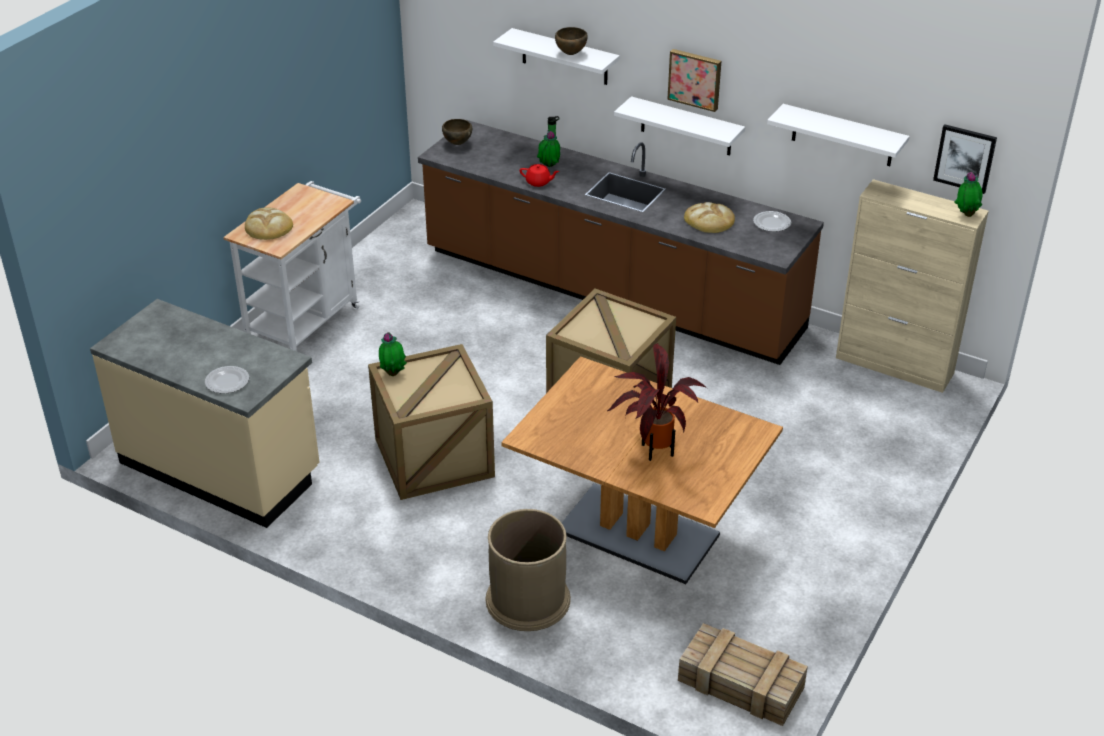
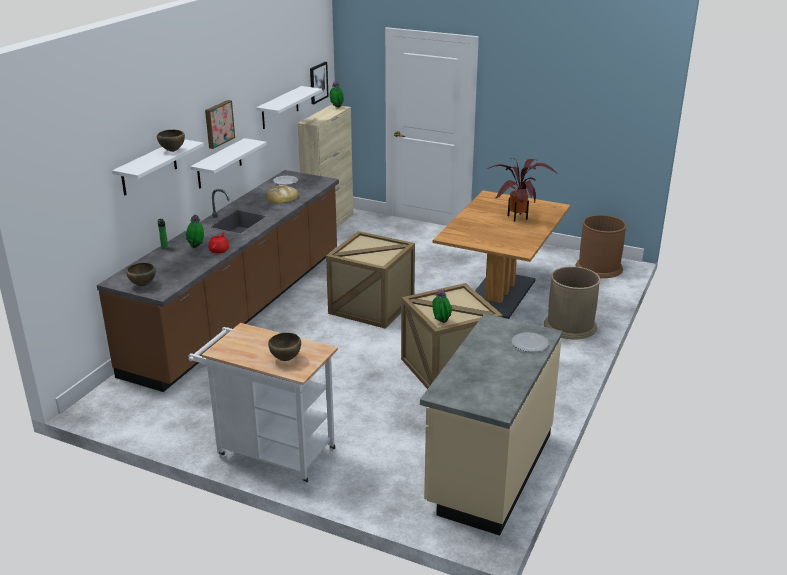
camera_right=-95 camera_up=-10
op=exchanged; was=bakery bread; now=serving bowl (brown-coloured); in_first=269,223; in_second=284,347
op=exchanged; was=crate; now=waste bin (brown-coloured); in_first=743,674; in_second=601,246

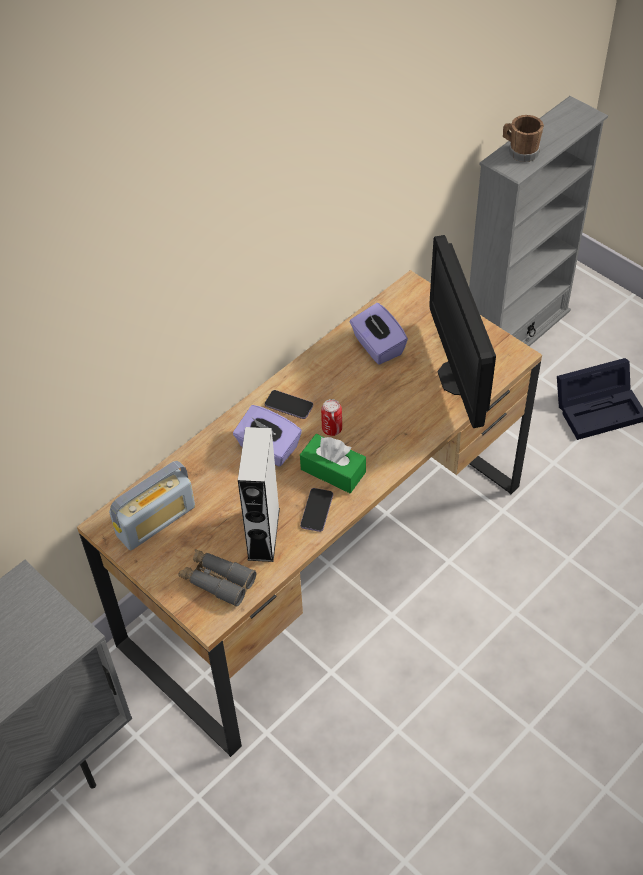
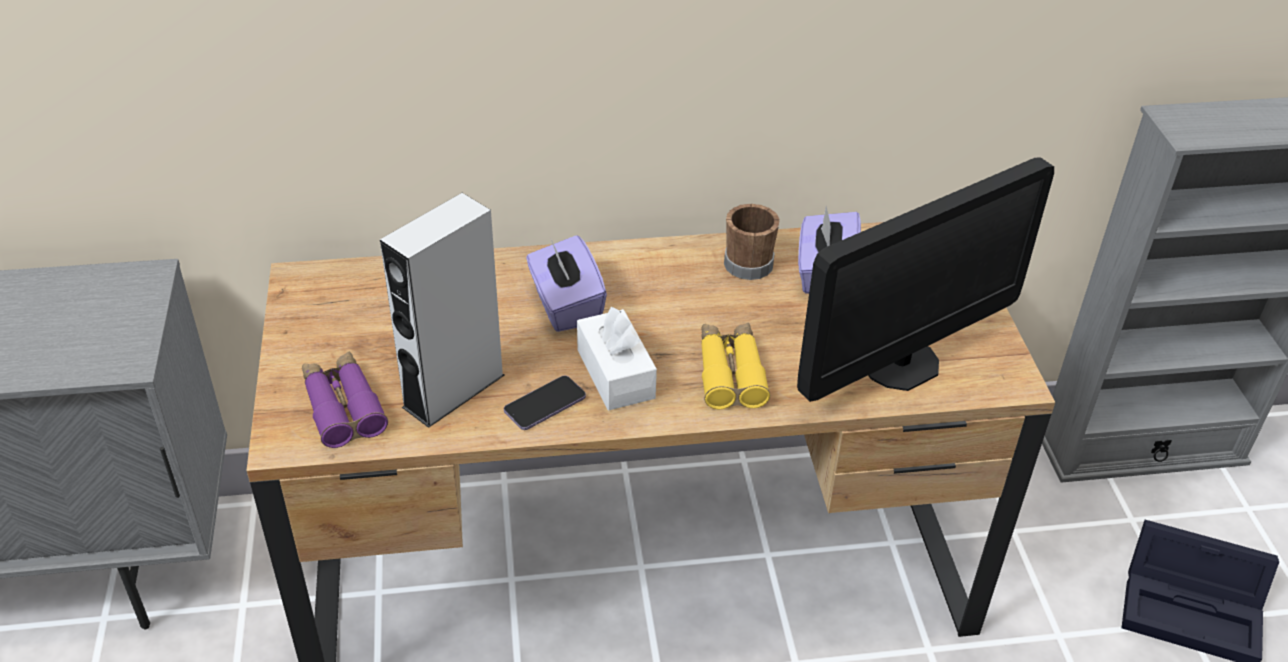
camera_right=35 camera_up=-10
op=missing; was=radio set; in_first=152,505
op=missing; was=phone; in_first=289,404
op=missing; was=metal can; in_first=331,417
op=appeared; now=pair of binoculars (yellowish); in_second=735,366
op=relocated; was=tea mug (brown-coloured); in_first=523,138; in_second=752,242
op=colour; was=pair of binoculars (gray); now=pair of binoculars (purplish); in_first=217,578; in_second=345,400
op=colour; was=box of tissues (green); now=box of tissues (white); in_first=333,463; in_second=617,359
op=spun; was=monitor; in_first=463,331; in_second=925,279; clockwise=-150

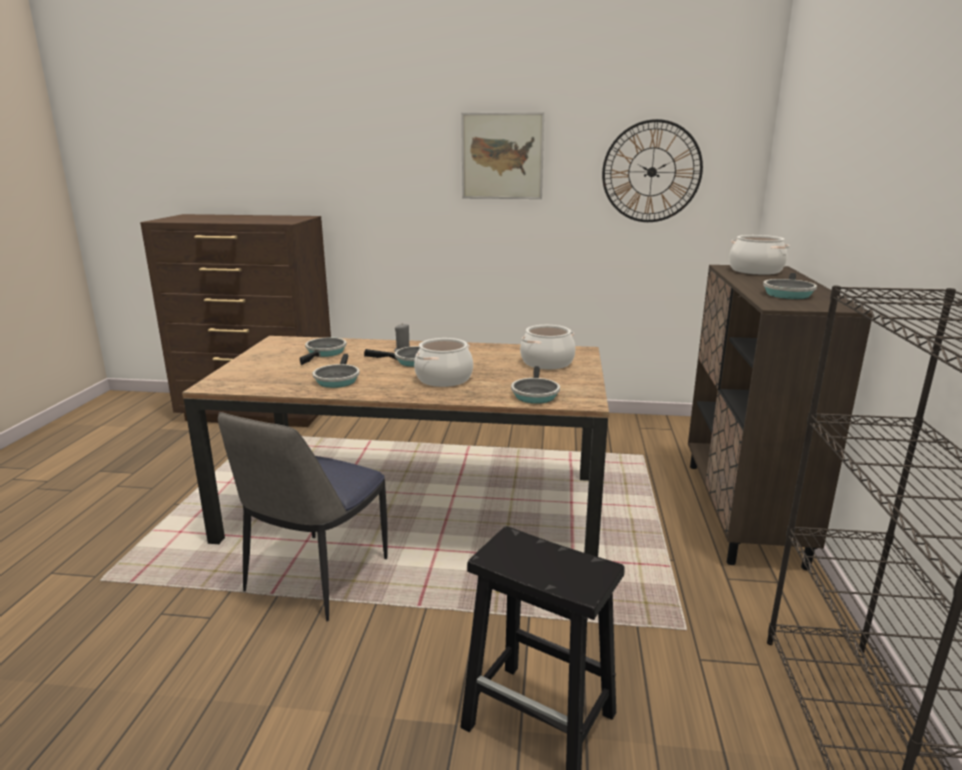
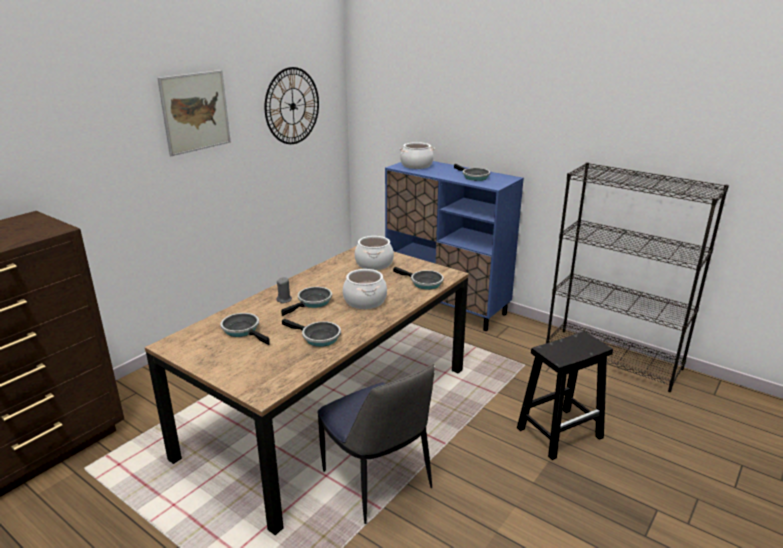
camera_right=-60 camera_up=5
op=colour; was=storage cabinet (brown-coloured); now=storage cabinet (blue-coloured); in_first=780,418; in_second=454,246

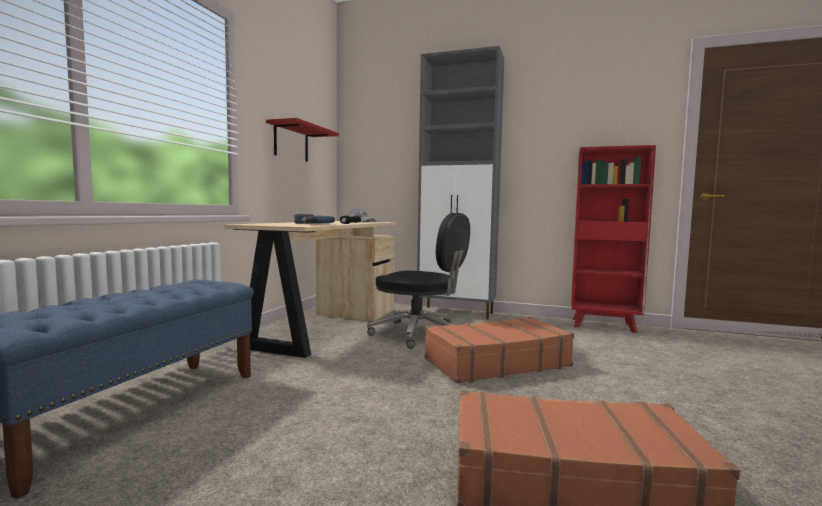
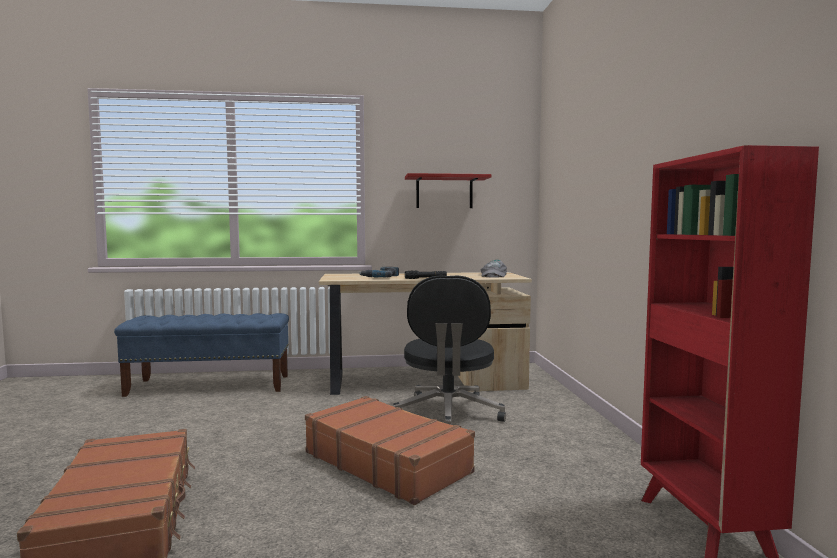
camera_right=65 camera_up=0
op=missing; was=storage cabinet (gray); in_first=460,183

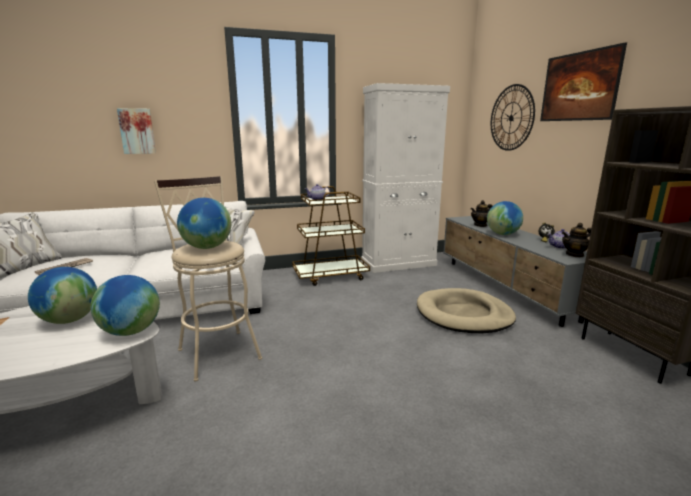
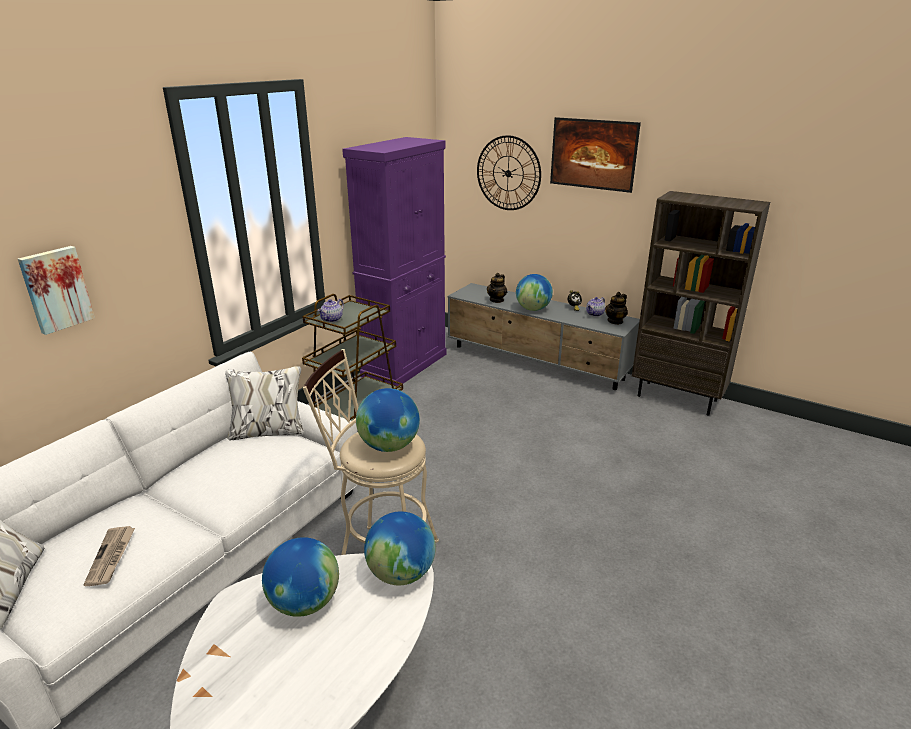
camera_right=-40 camera_up=10
op=missing; was=dog bed (beige-coloured); in_first=466,310
op=colour; was=storage cabinet (white); now=storage cabinet (purplish); in_first=405,178; in_second=394,261

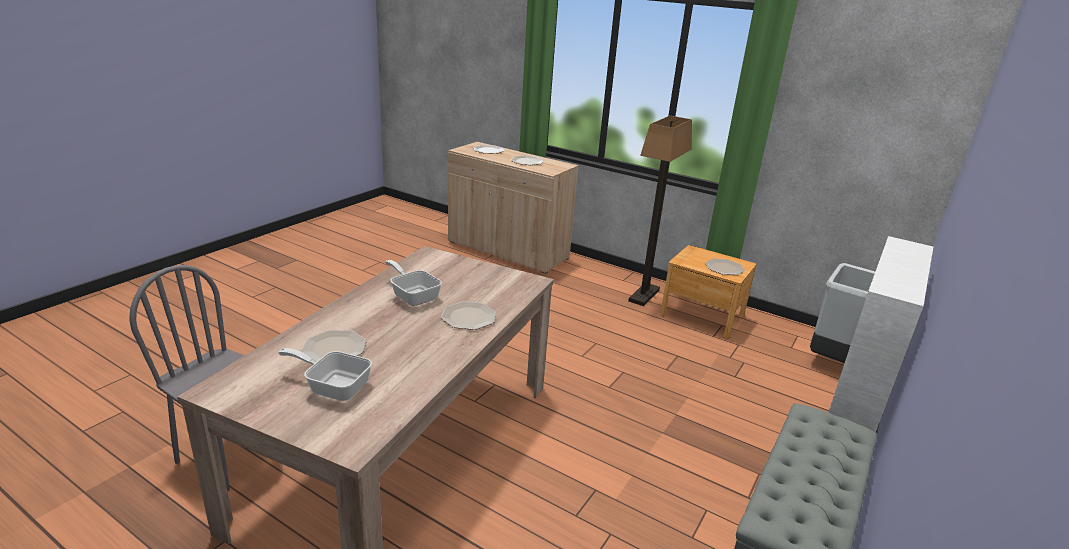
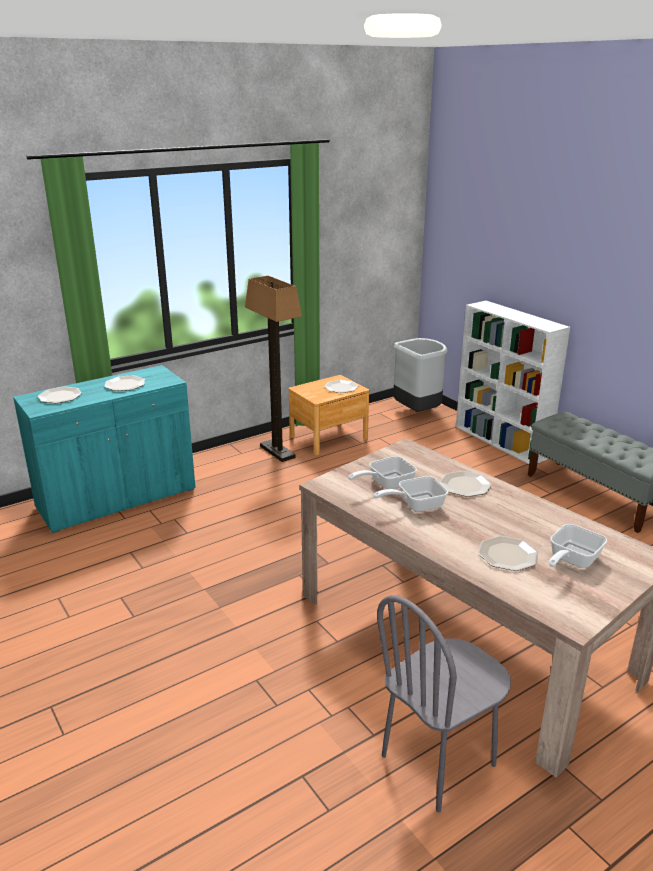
camera_right=-65 camera_up=0
op=appeared; now=pan; in_second=382,472
op=colour; was=storage cabinet (beige-coloured); now=storage cabinet (turquoise-coloured); in_first=513,208; in_second=104,449

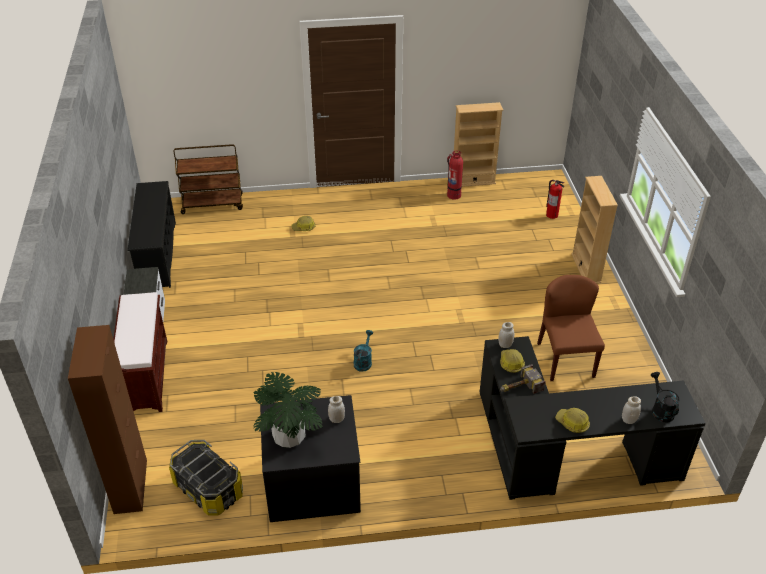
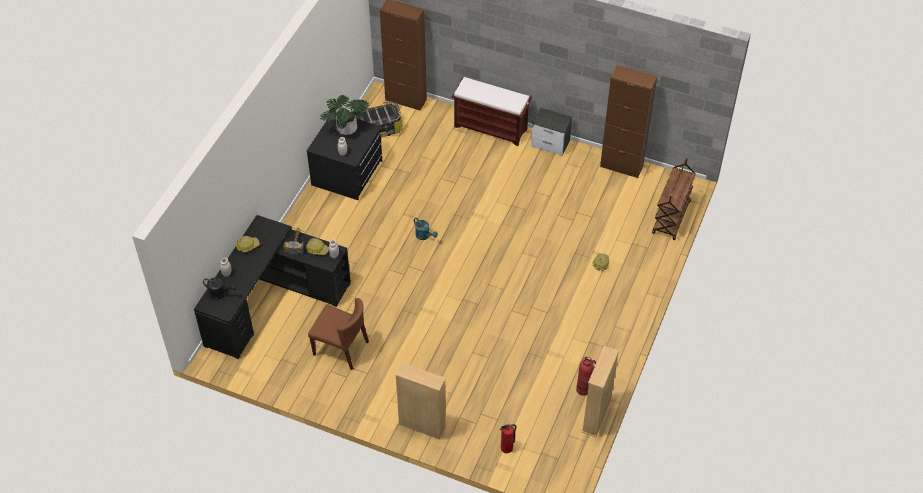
camera_right=120 camera_up=10
op=exchanged; was=shoe stand (black-coloured); now=storage cabinet (brown-coloured); in_first=151,234; in_second=628,121

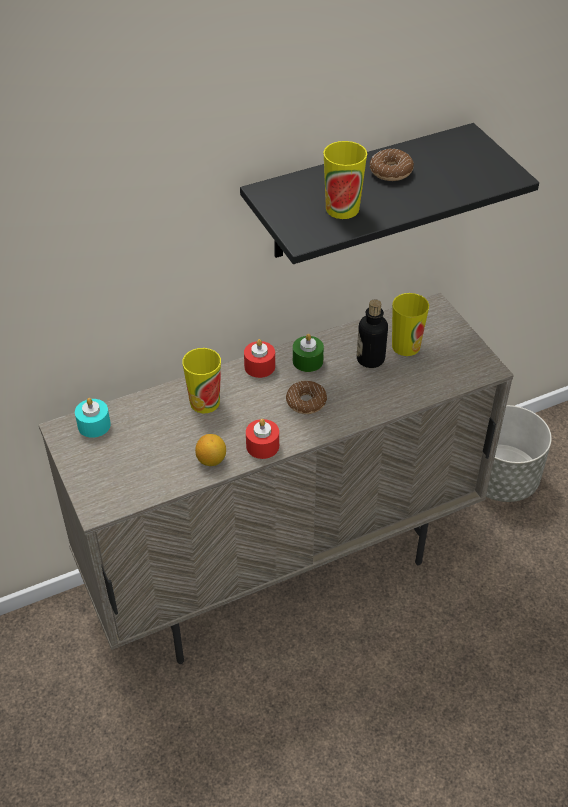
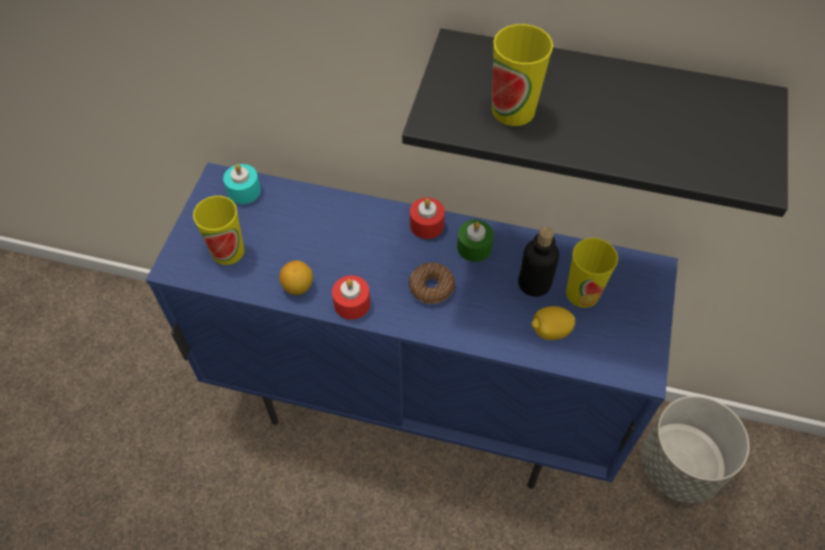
camera_right=40 camera_up=10
op=missing; was=ring doughnut; in_first=392,164
op=appeared; now=lemon; in_second=554,323
op=relocated; was=small cup; in_first=201,380; in_second=218,230
op=colour; was=storage cabinet (beige-coloured); now=storage cabinet (blue-coloured); in_first=276,478; in_second=412,326

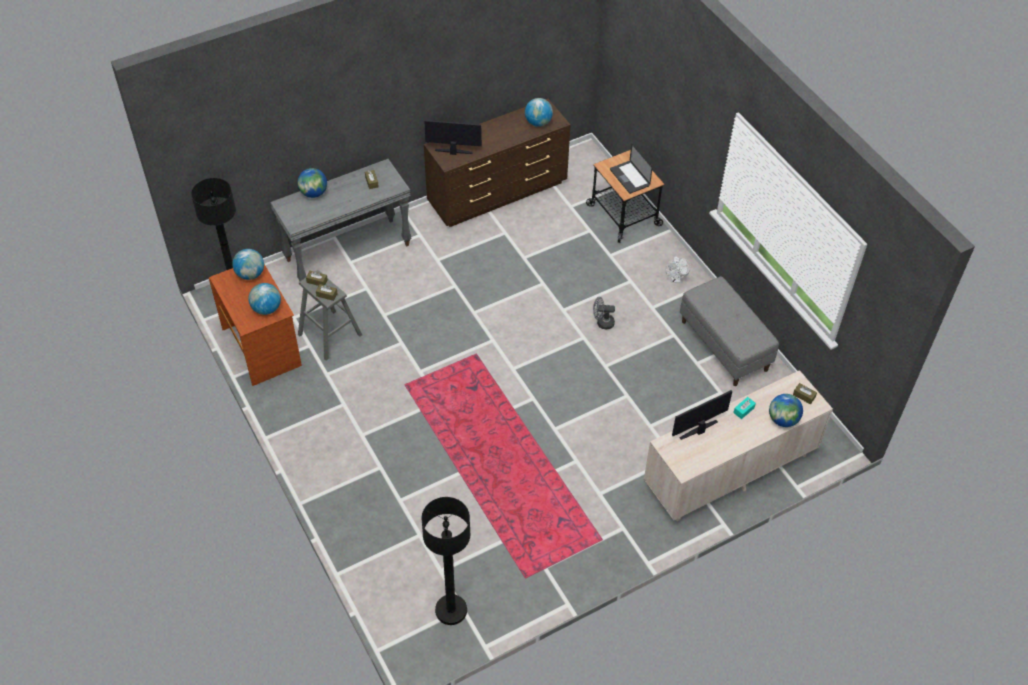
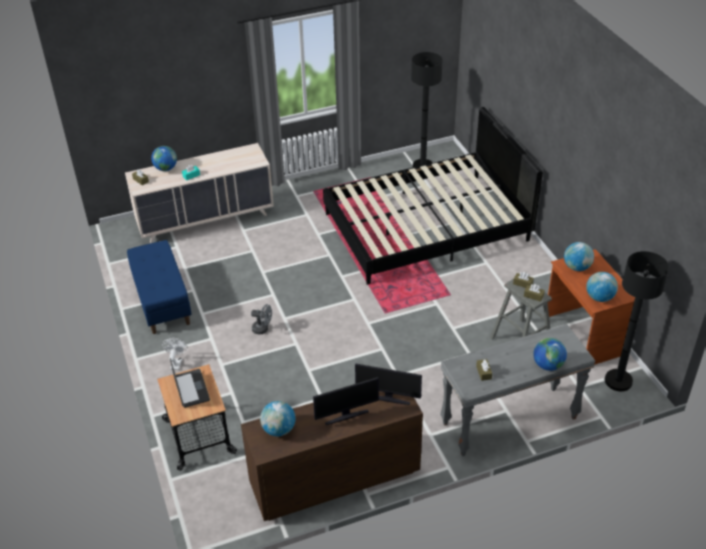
camera_right=-170 camera_up=-10
op=appeared; now=bedroom bed (black-coloured); in_second=433,196
op=relocated; was=monitor; in_first=702,415; in_second=346,401
op=colour; was=indoor bench (gray); now=indoor bench (blue-coloured); in_first=729,331; in_second=159,287

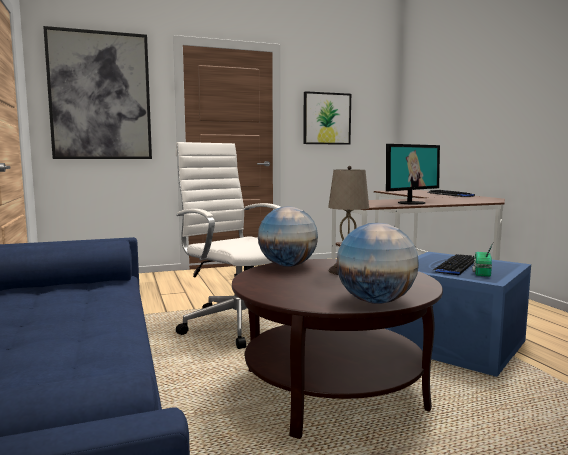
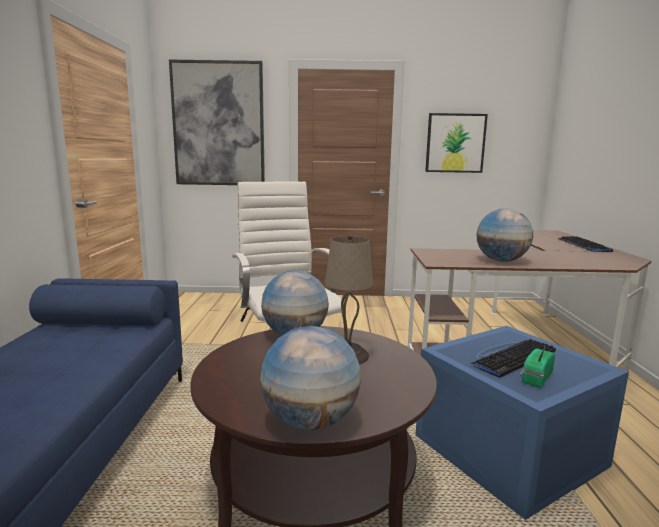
camera_right=20 camera_up=5
op=exchanged; was=monitor; now=world globe; in_first=413,174; in_second=505,235

